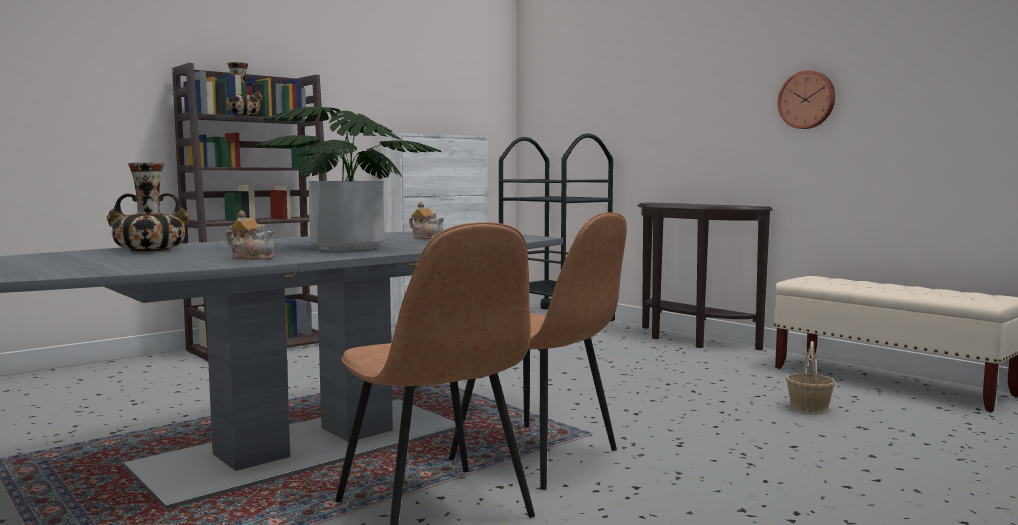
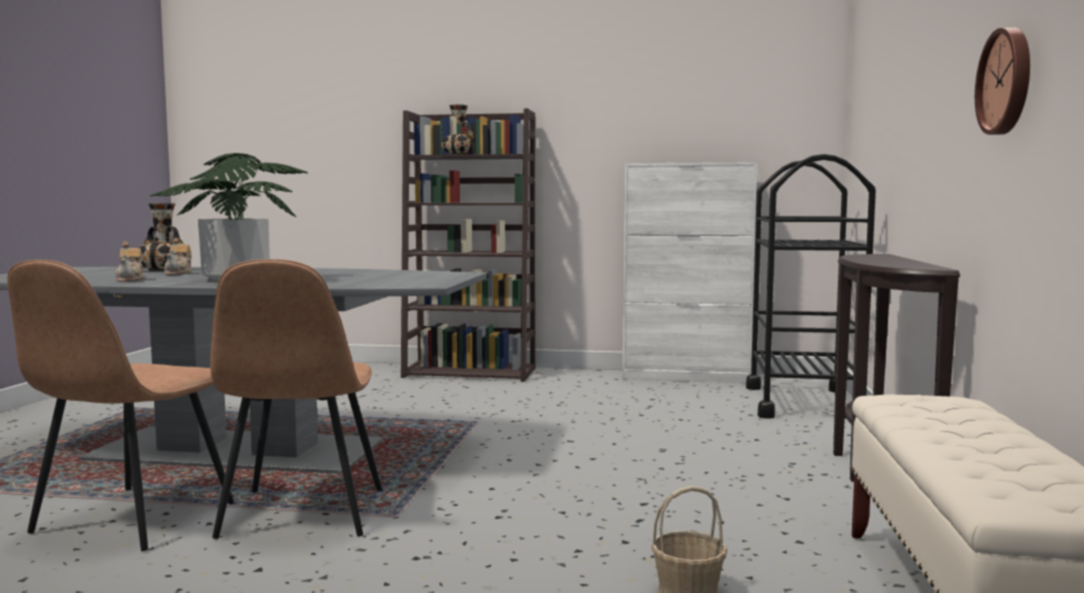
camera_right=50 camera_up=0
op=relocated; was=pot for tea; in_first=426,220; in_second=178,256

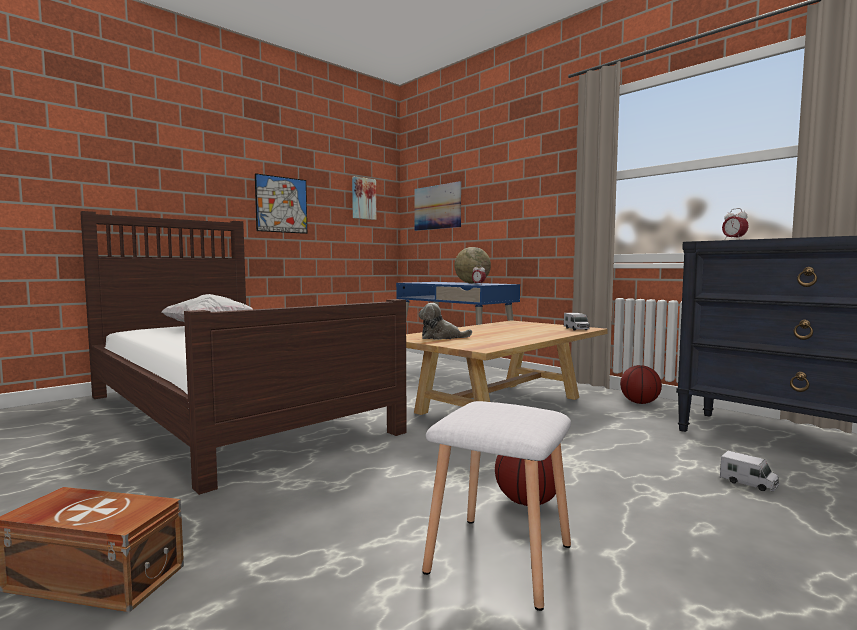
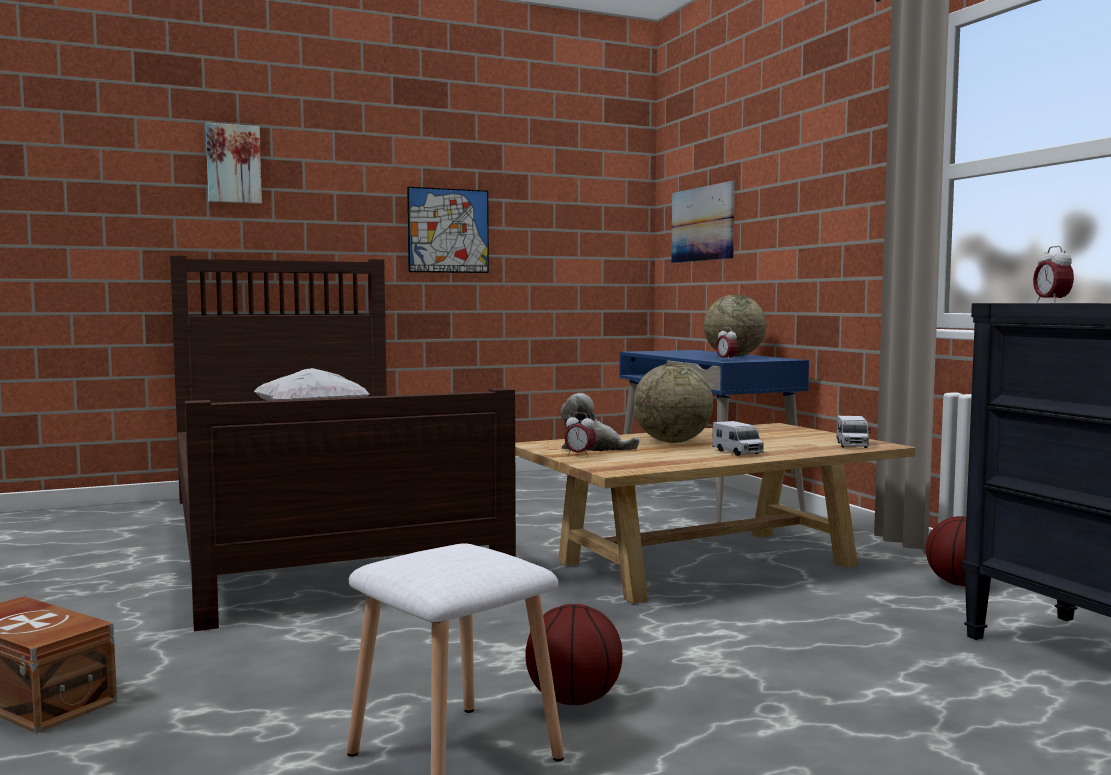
camera_right=20 camera_up=0
op=appeared; now=alarm clock; in_second=580,434
op=appeared; now=world globe; in_second=673,403
op=relocated; was=wall picture; in_first=364,198; in_second=234,163
op=relocated; was=toy truck; in_first=749,471; in_second=738,438

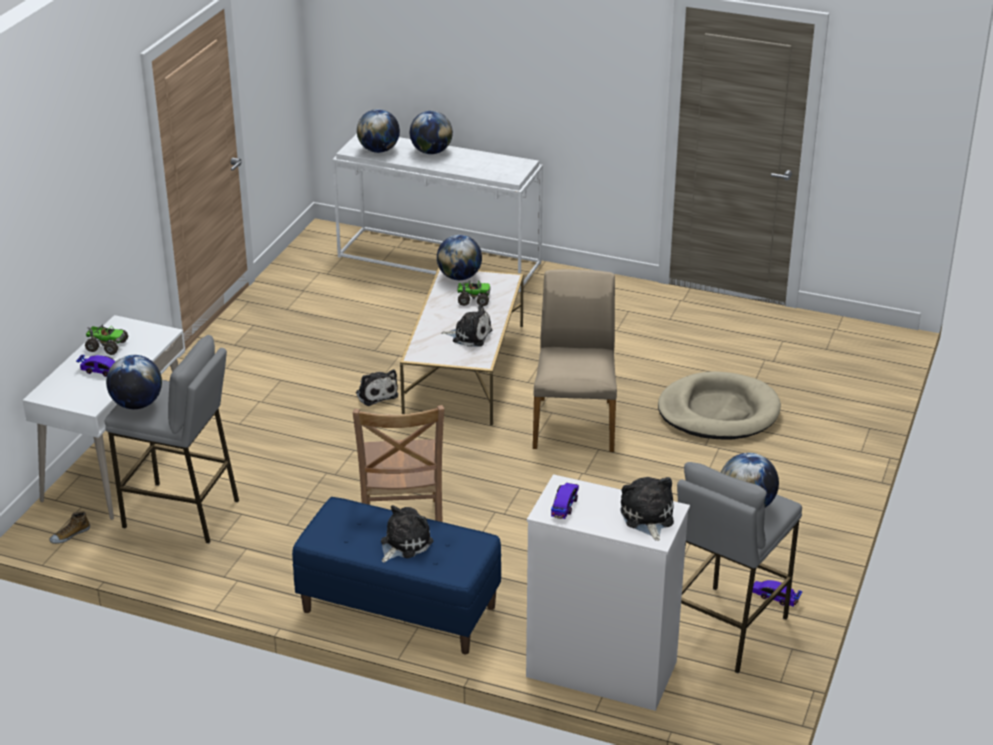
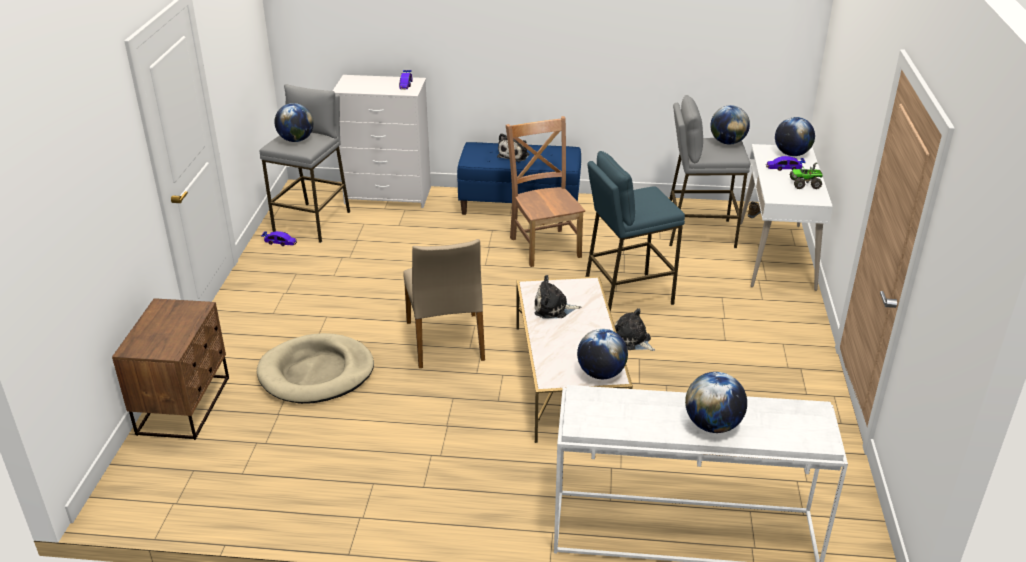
camera_right=165 camera_up=0
op=missing; was=toy truck; in_first=474,293
op=missing; was=cuddly toy; in_first=647,509
op=appeared; now=nightstand (brown-coloured); in_second=170,369
op=appeared; now=stool (blue-coloured); in_second=635,231
op=relocated; was=world globe; in_first=378,131; in_second=795,136

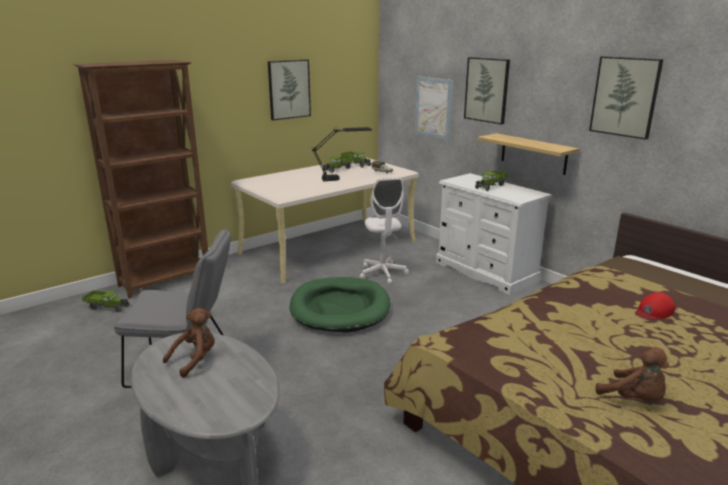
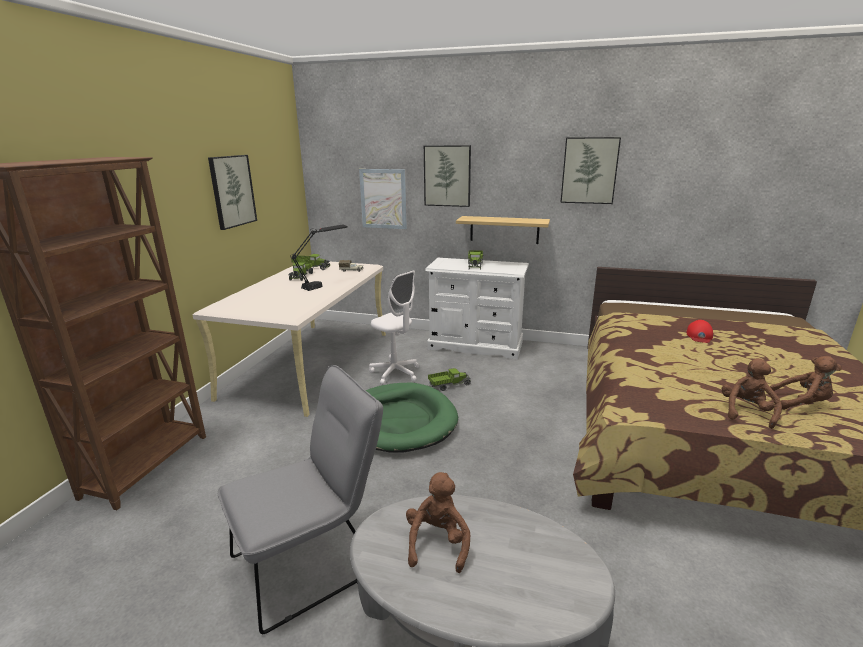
camera_right=-35 camera_up=0
op=appeared; now=cuddly toy (brown-coloured); in_second=752,393
op=relocated; was=toy truck; in_first=106,301; in_second=449,379

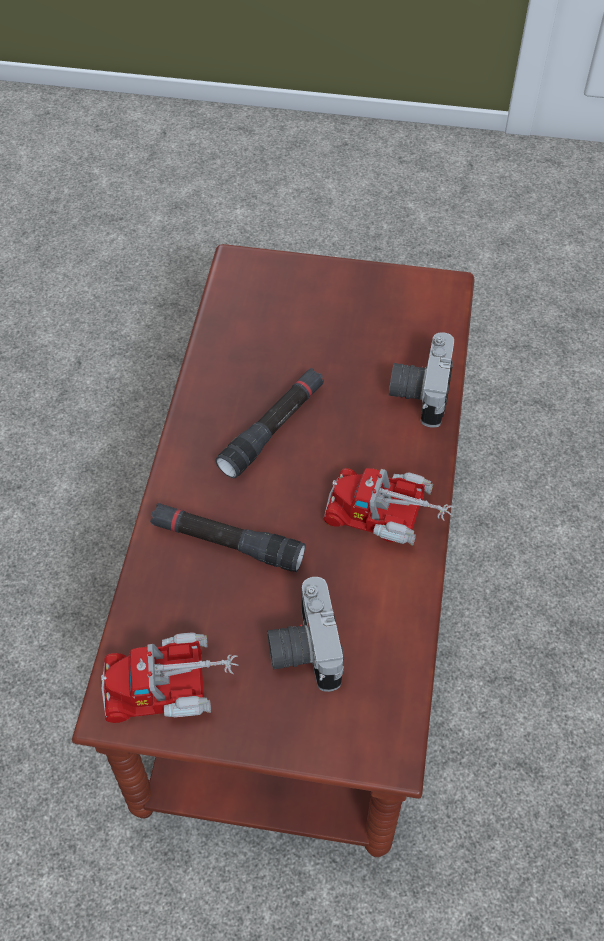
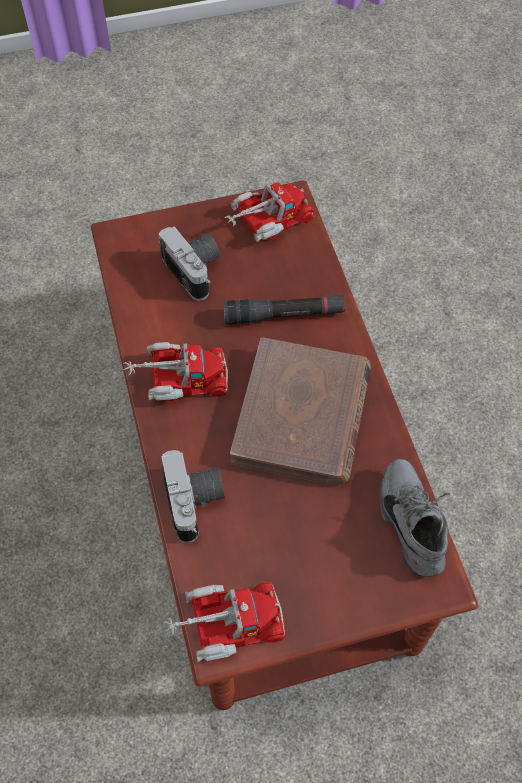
camera_right=155 camera_up=5
op=appeared; now=toy truck; in_second=224,622
op=appeared; now=shoe (gray); in_second=415,518
op=exchanged; was=torch (black-coloured); now=book (brown-coloured); in_first=270,423; in_second=300,411

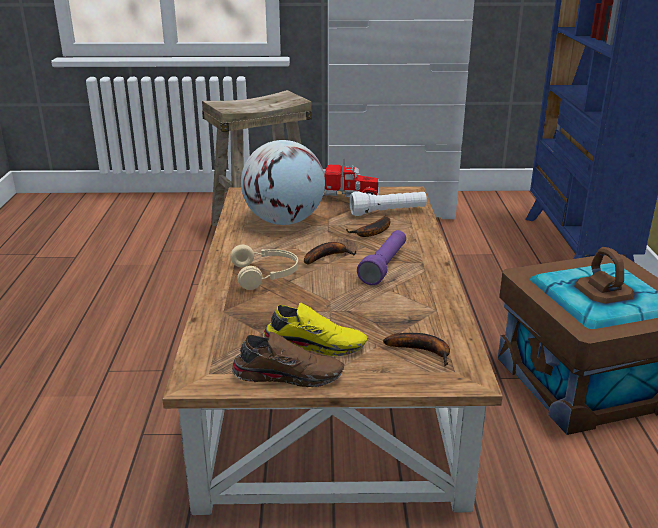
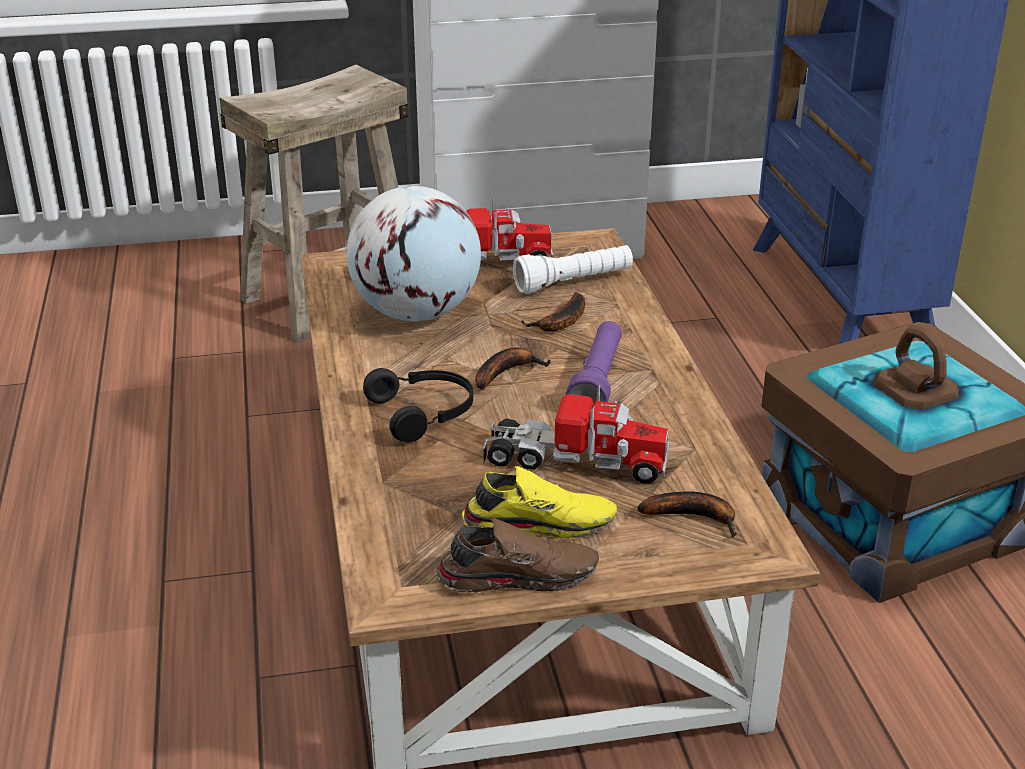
camera_right=-10 camera_up=5
op=appeared; now=toy truck; in_second=576,434
op=colour; was=pair of headphones (beige-coloured); now=pair of headphones (black-coloured); in_first=264,267; in_second=418,405

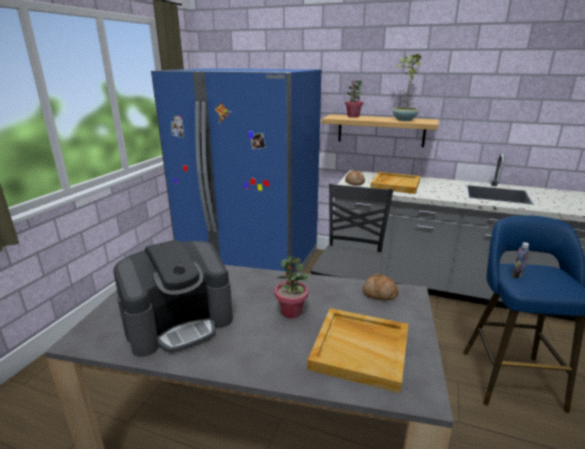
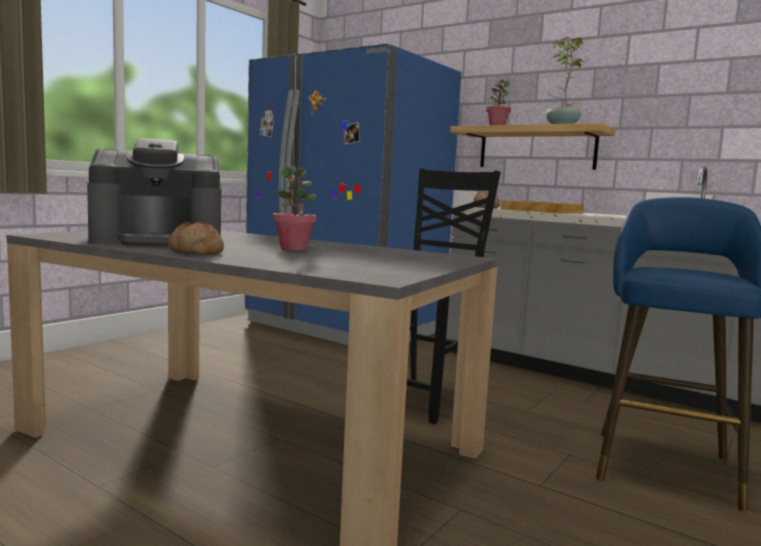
camera_right=15 camera_up=-15
op=missing; was=serving tray (beige-coloured); in_first=357,350
op=missing; was=bottle; in_first=521,260
op=relocated; was=bakery bread; in_first=380,286; in_second=196,238

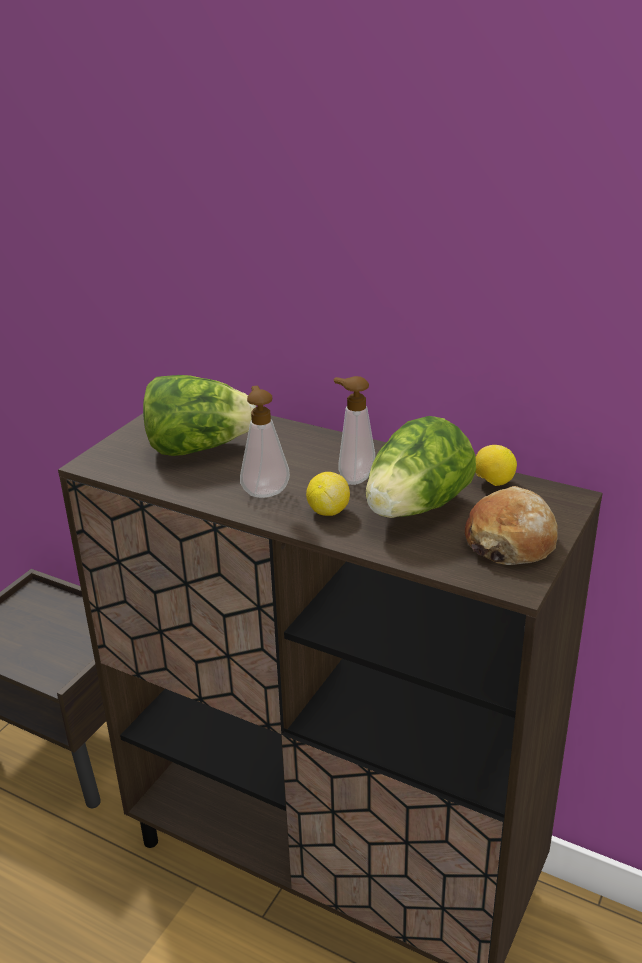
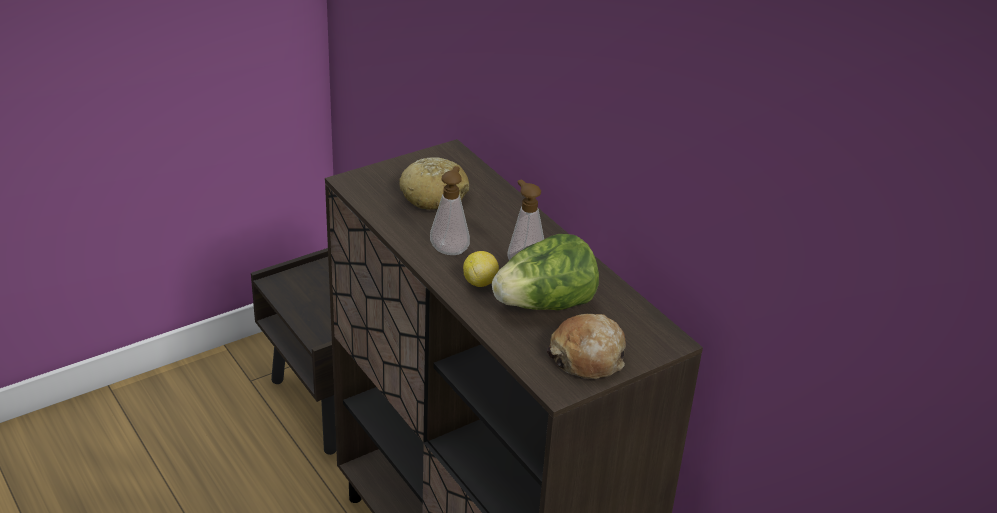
camera_right=25 camera_up=5
op=missing; was=lemon; in_first=496,465
op=exchanged; was=lettuce; now=bakery bread; in_first=199,415; in_second=434,183

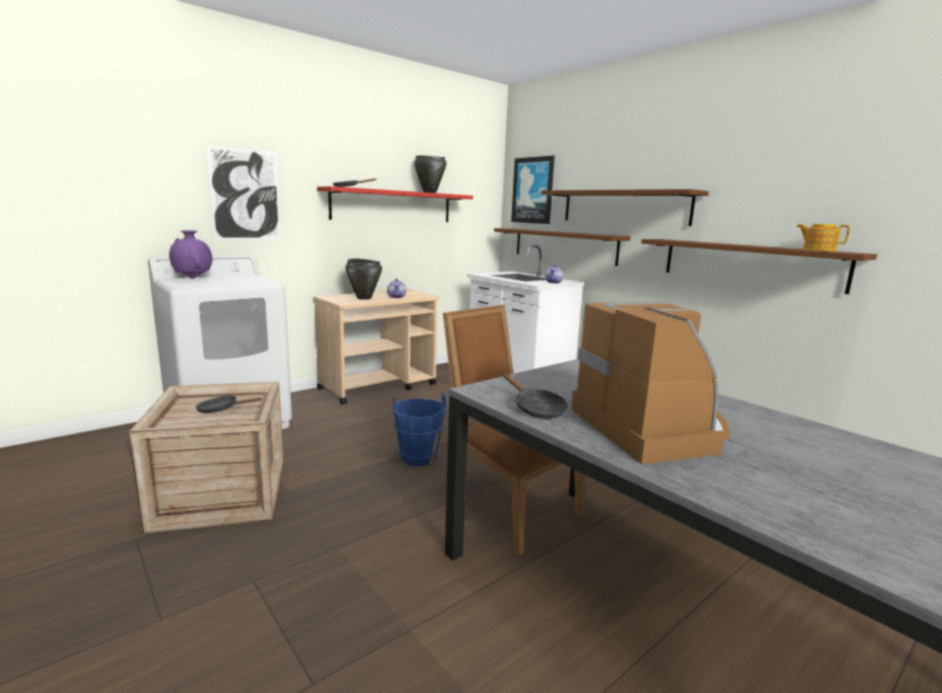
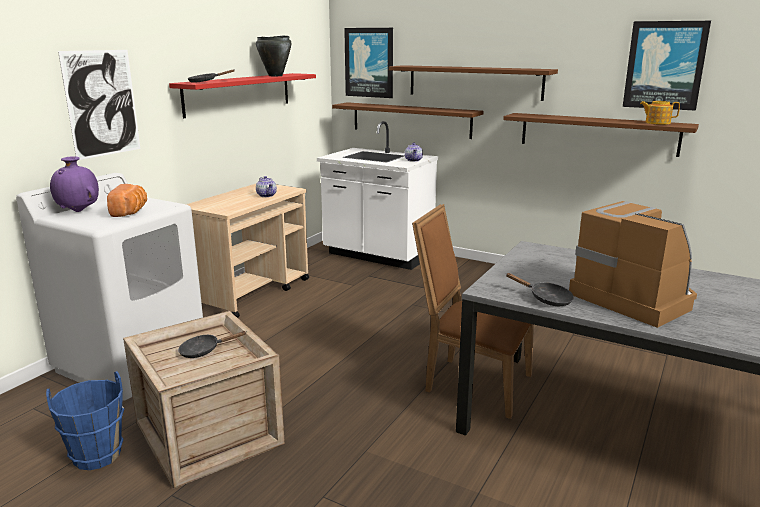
camera_right=-20 camera_up=5
op=missing; was=saucepot (black-coloured); in_first=364,279
op=appeared; now=bakery bread; in_second=127,200
op=appeared; now=wall picture; in_second=667,66
op=relocated; was=bucket (blue-coloured); in_first=419,429; in_second=85,420

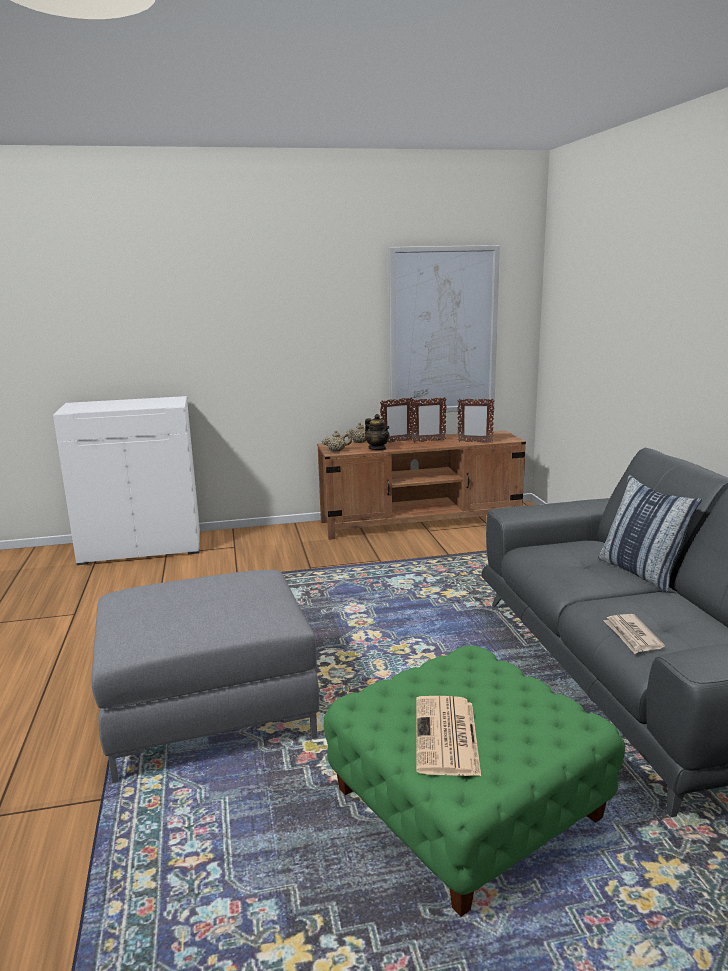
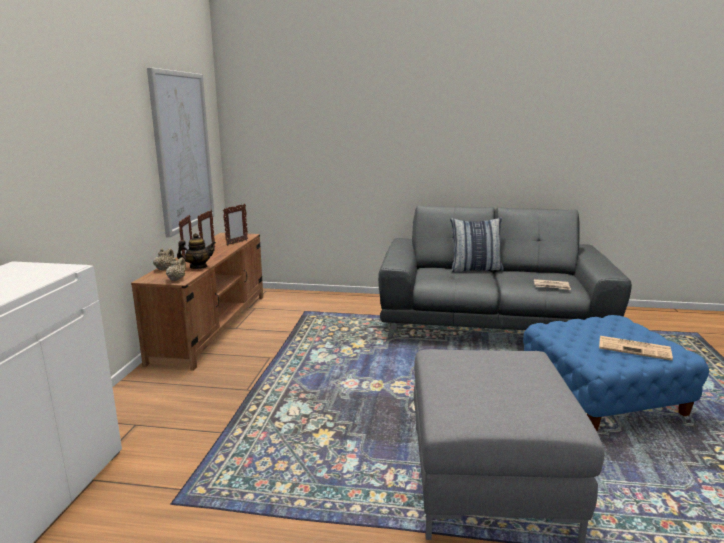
camera_right=-70 camera_up=0
op=colour; was=ottoman (green); now=ottoman (blue-coloured); in_first=474,780; in_second=616,373

